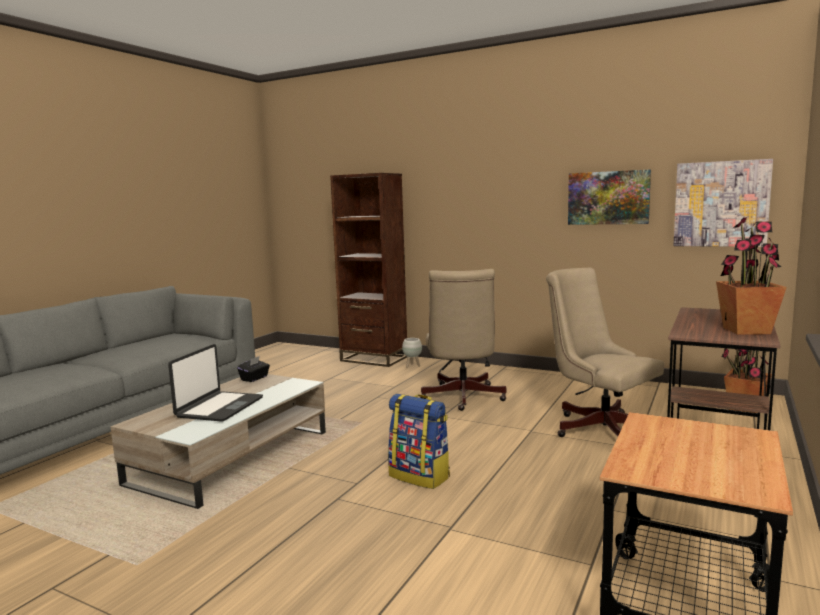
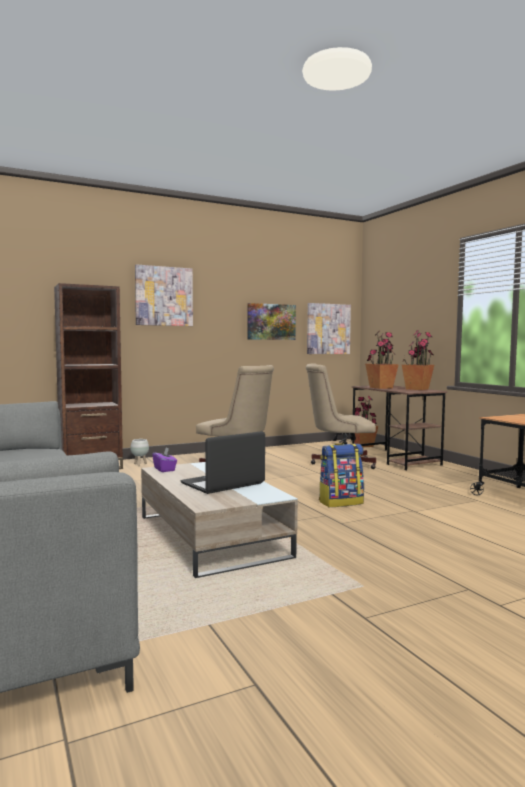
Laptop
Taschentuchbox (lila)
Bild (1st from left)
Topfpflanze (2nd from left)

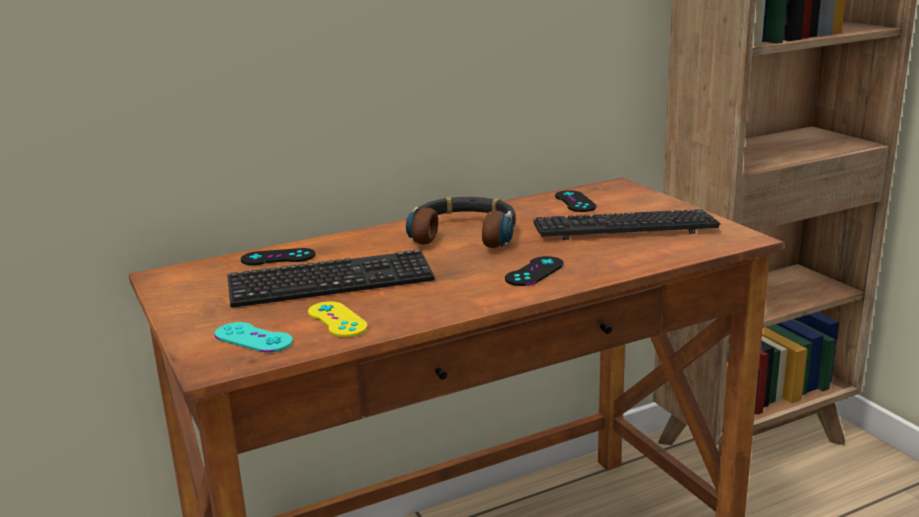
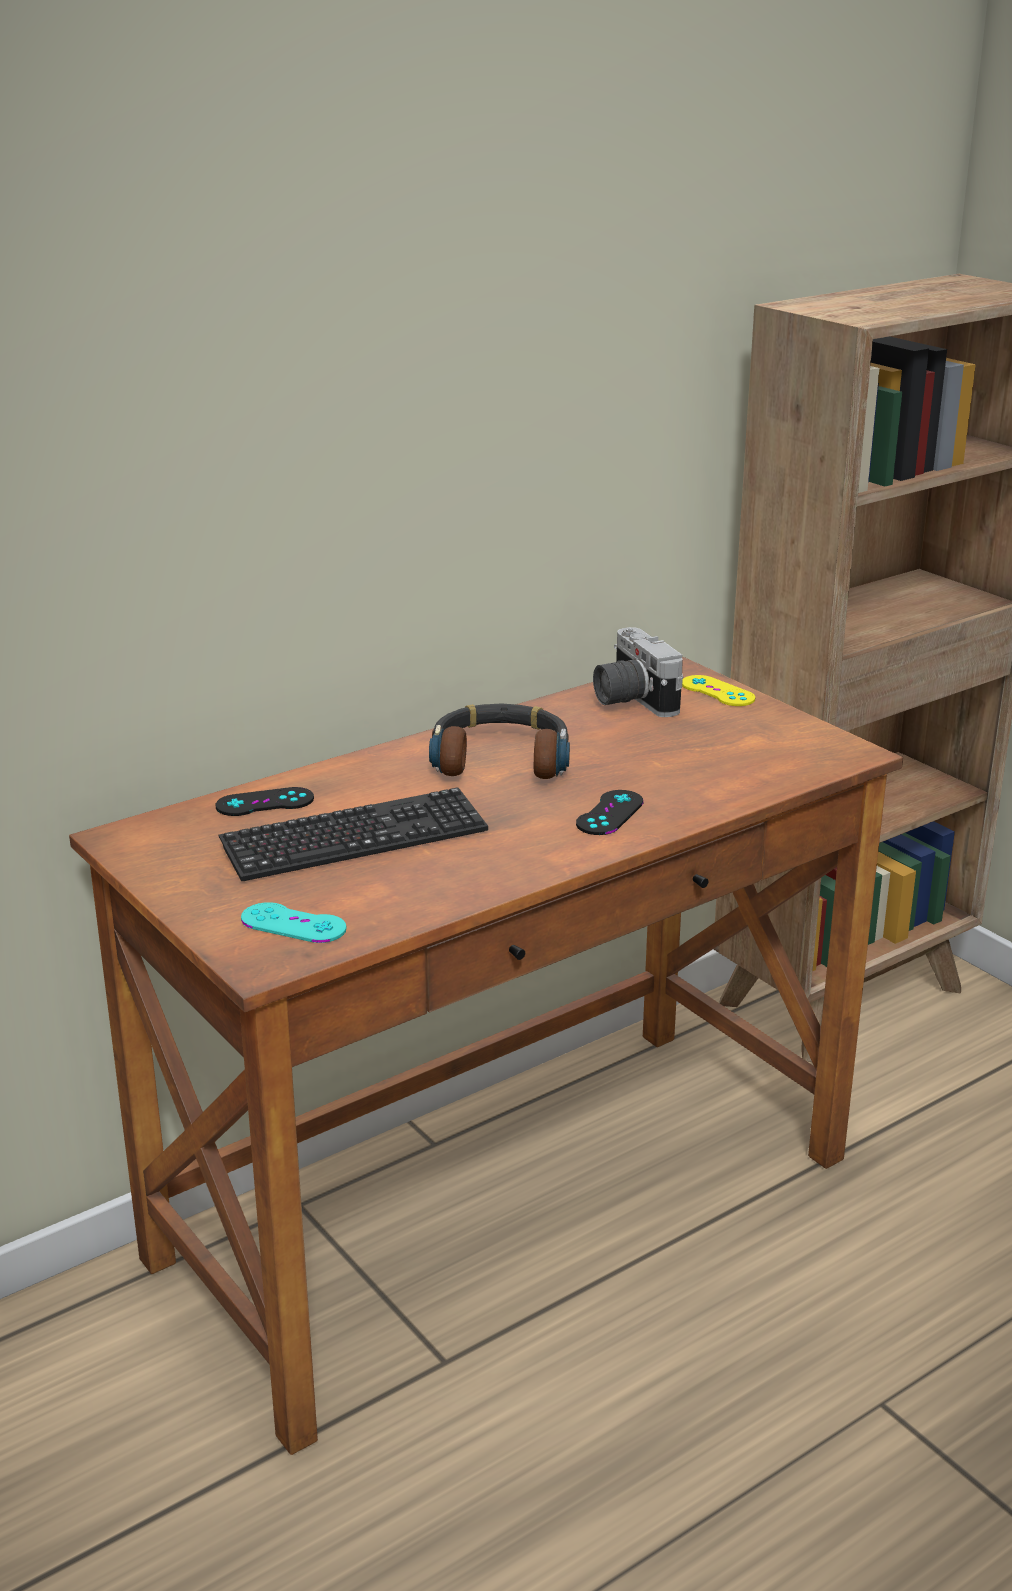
Gamepad (gelb)
Tastatur (2nd from left in the first image)
Kamera

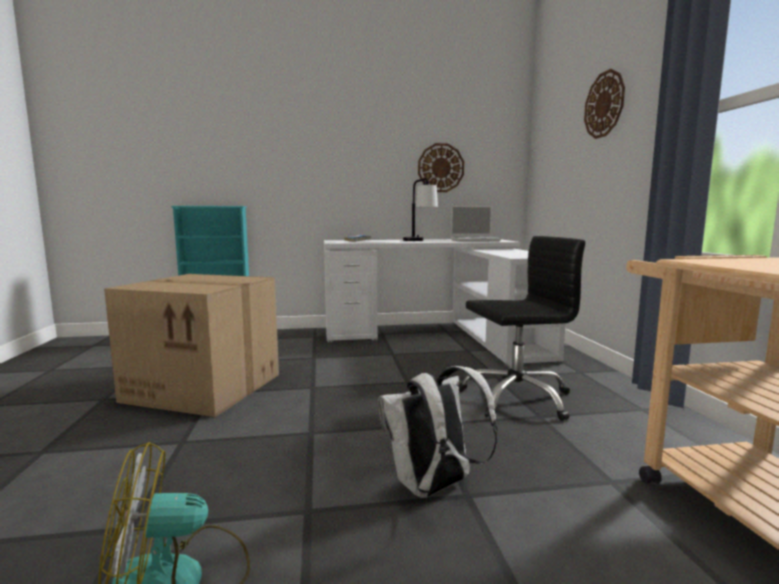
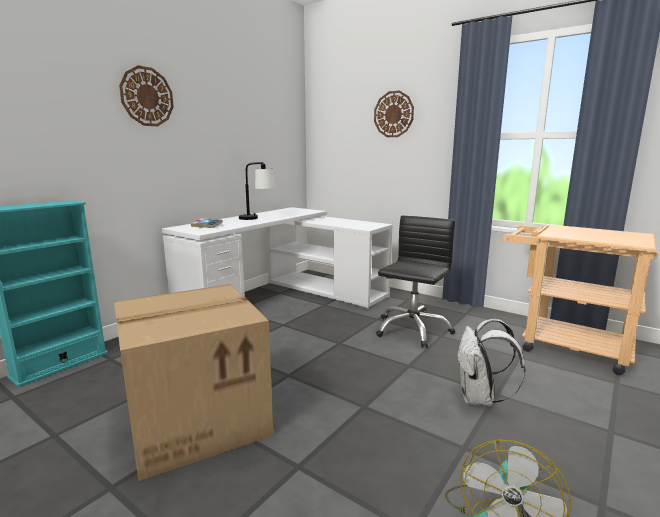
Wanduhr (1st from left)
Laptop

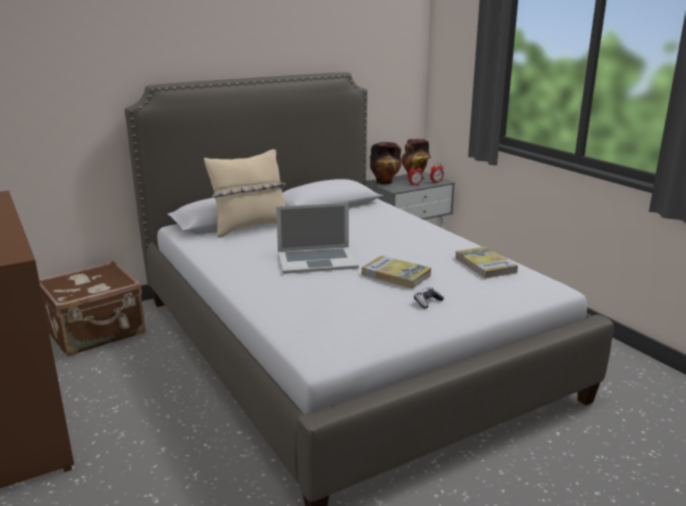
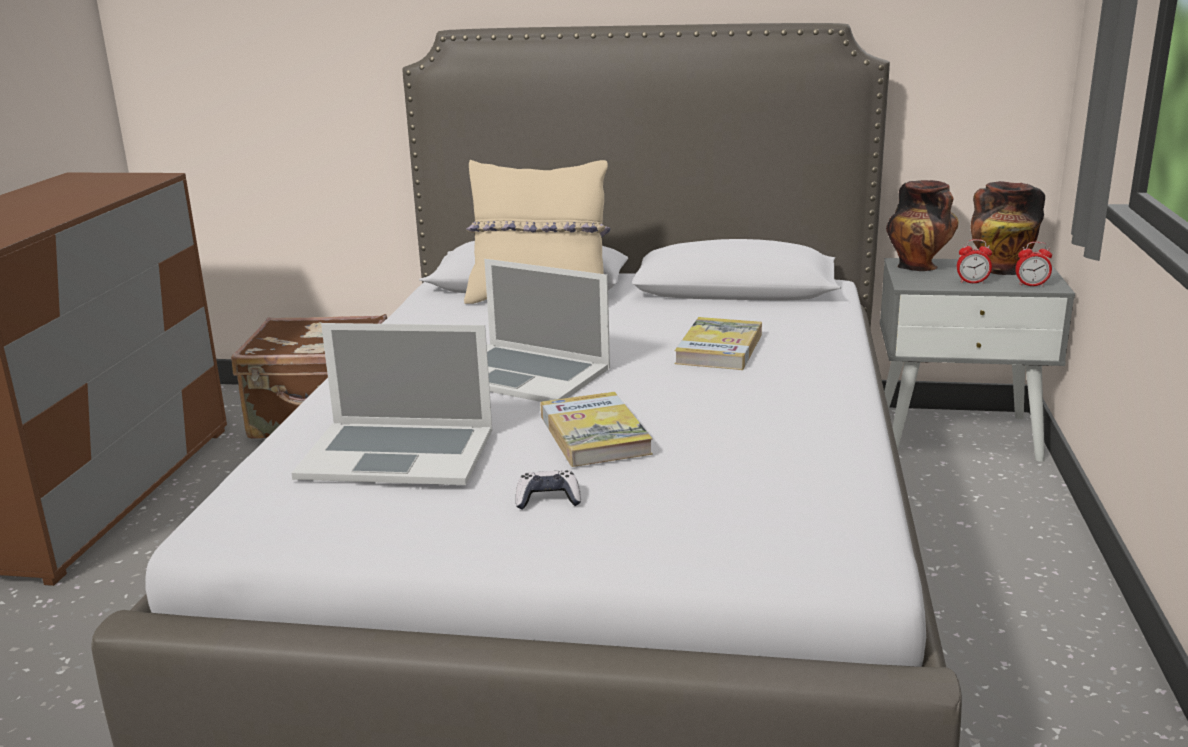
Buch (2nd from left)
Laptop (1st from left)

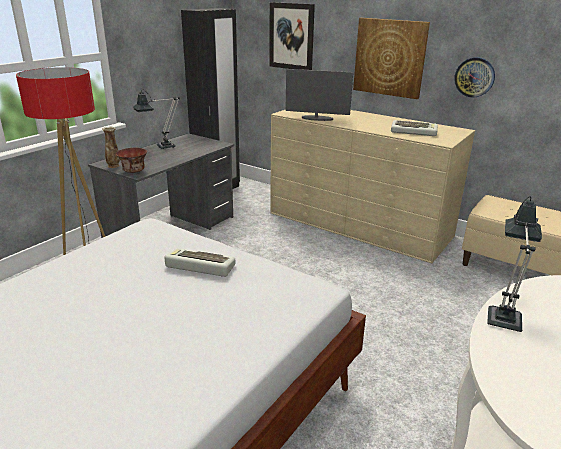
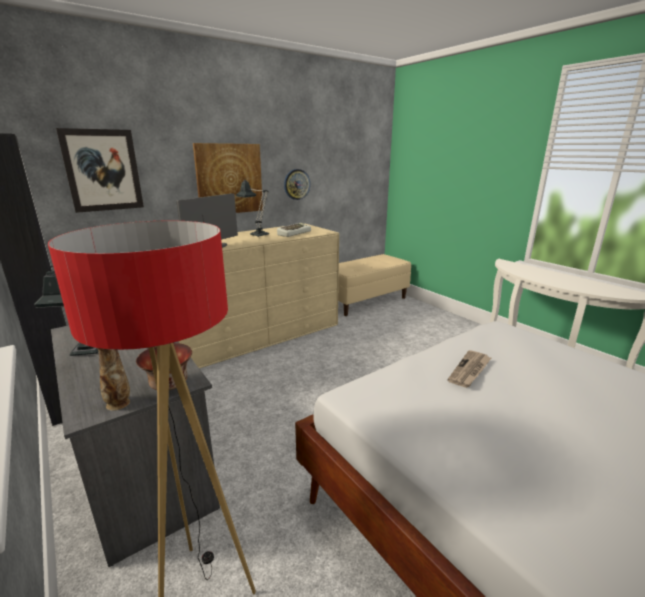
Zeitung
Tischlampe (2nd from left)

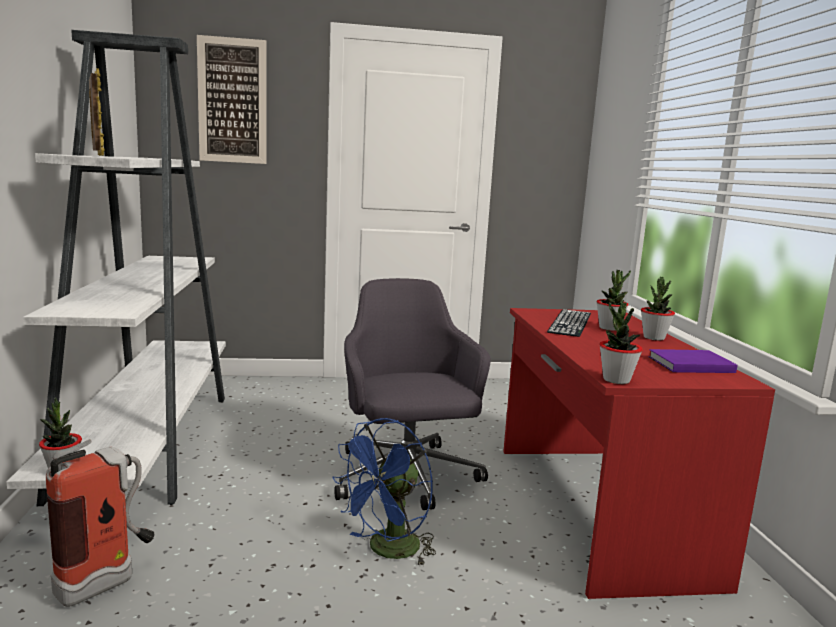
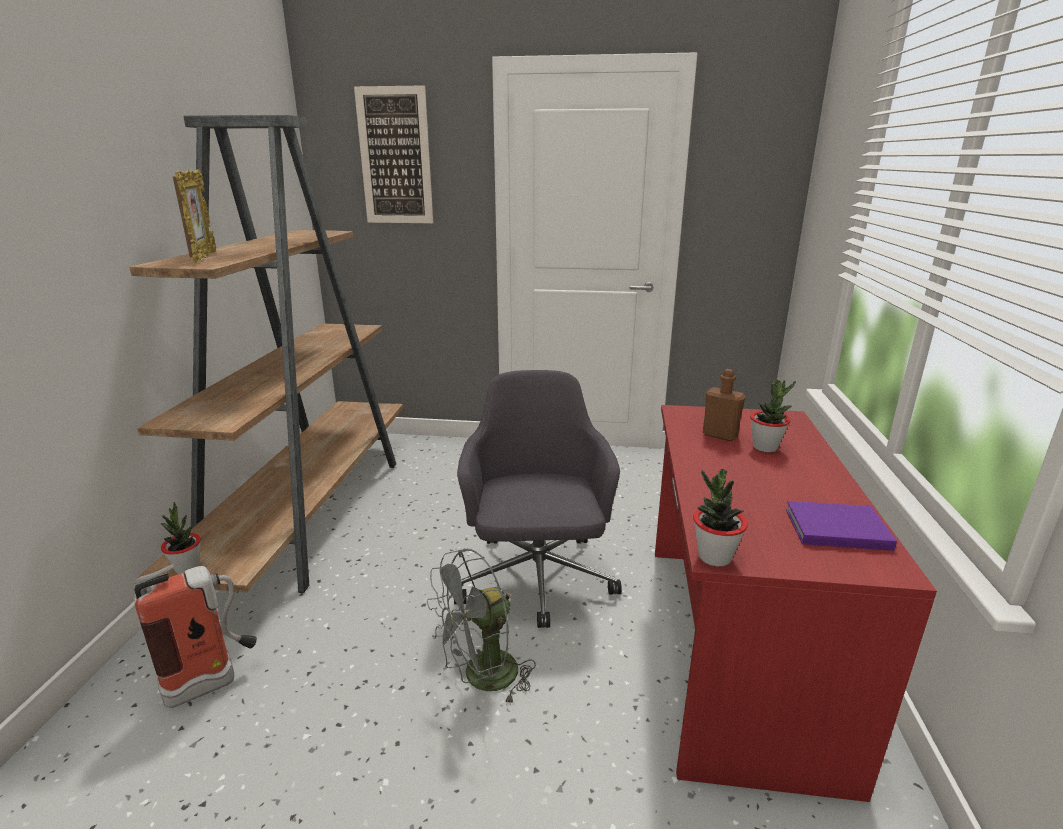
Bücherregal (braun)
Ventilator (grau)
Flasche (braun)
Topfpflanze (4th from left in the first image)

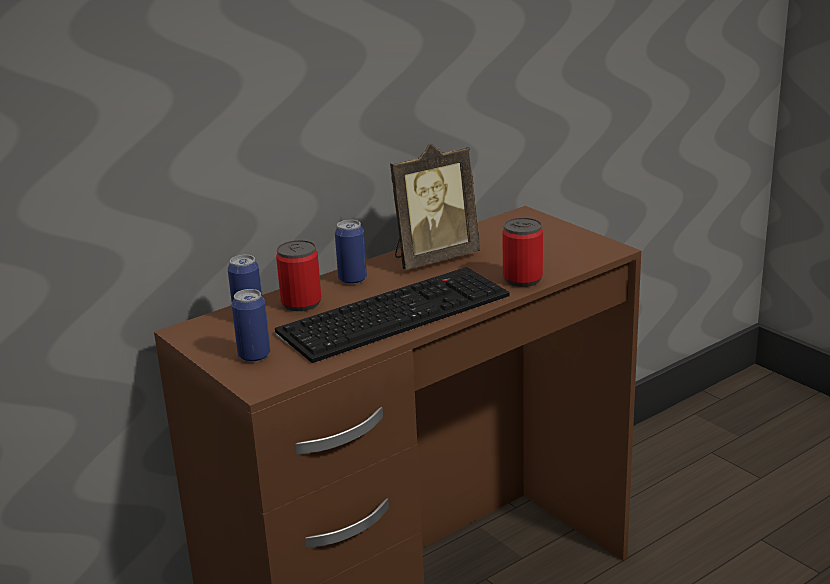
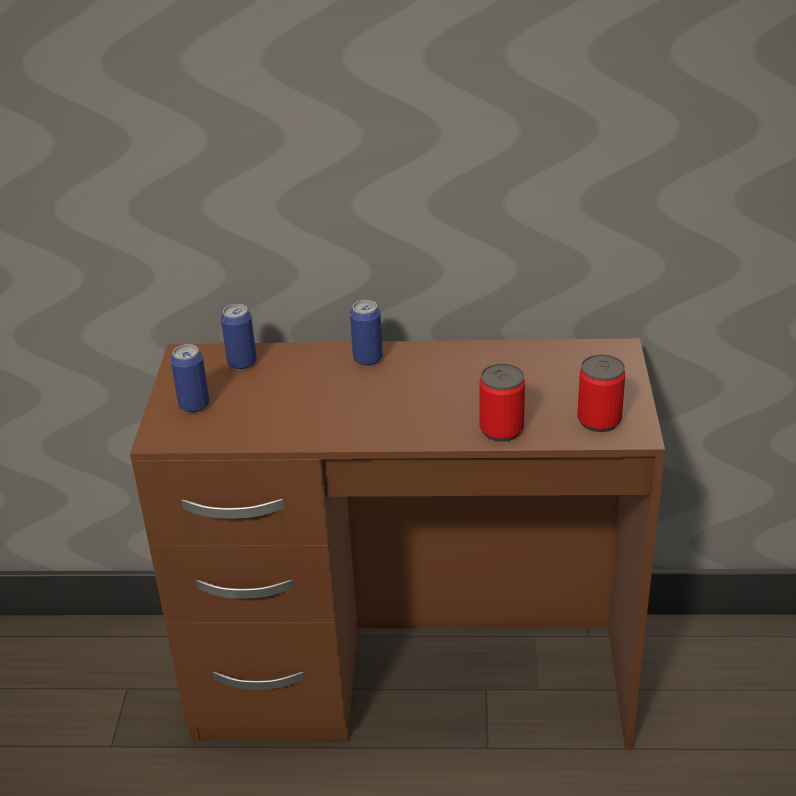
Tastatur
Dose (5th from left)
Bilderrahmen

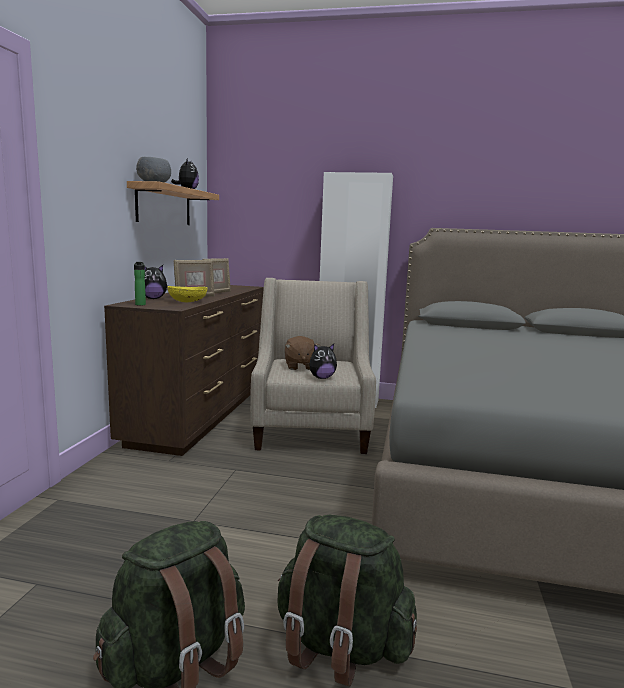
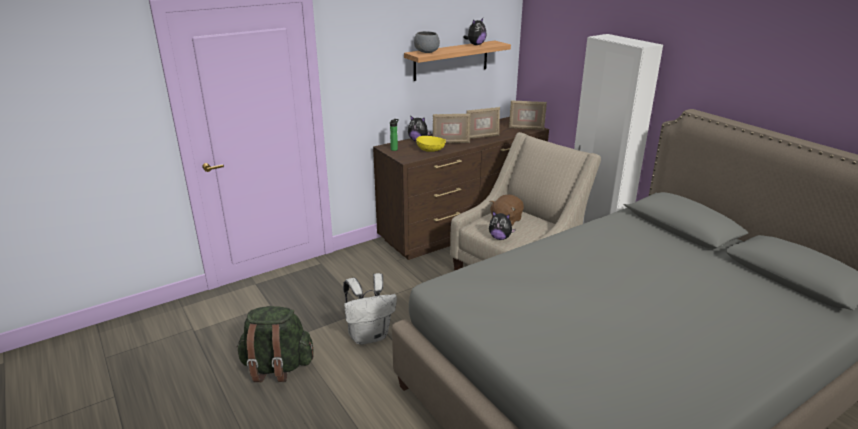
Rucksack (grün) (2nd from left in the first image)
Rucksack (weiß)
Bilderrahmen (3rd from left)

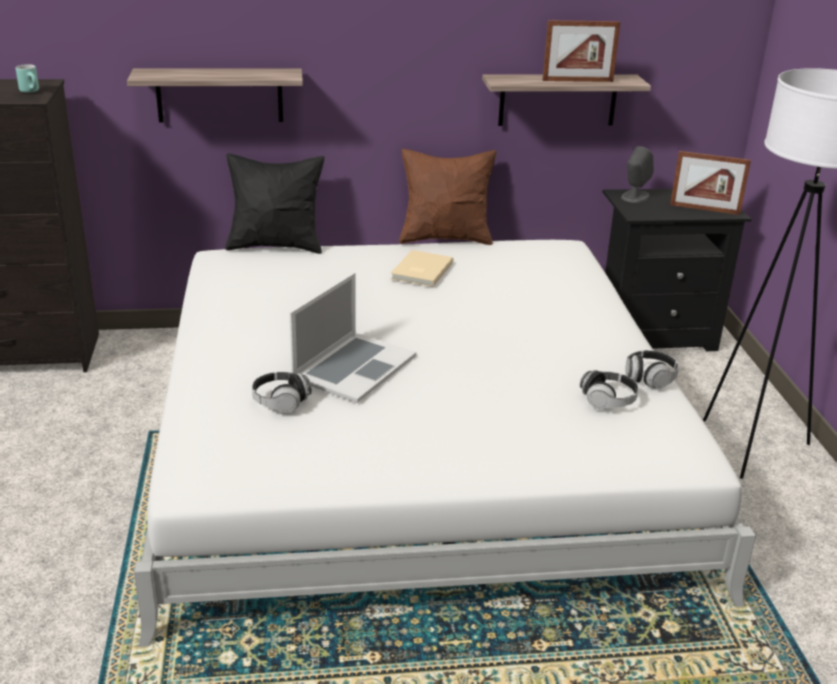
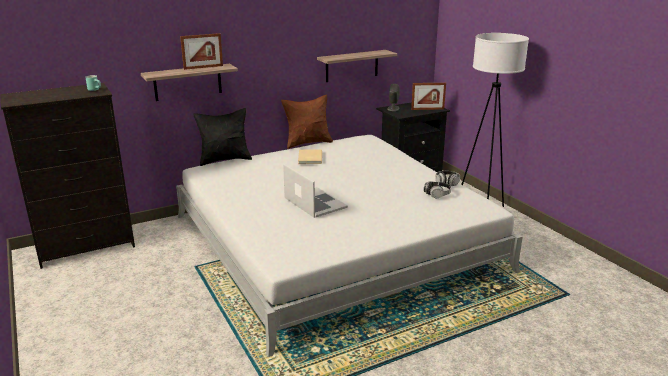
Kopfhörer (1st from left in the first image)
Laptop
Bilderrahmen (1st from left)

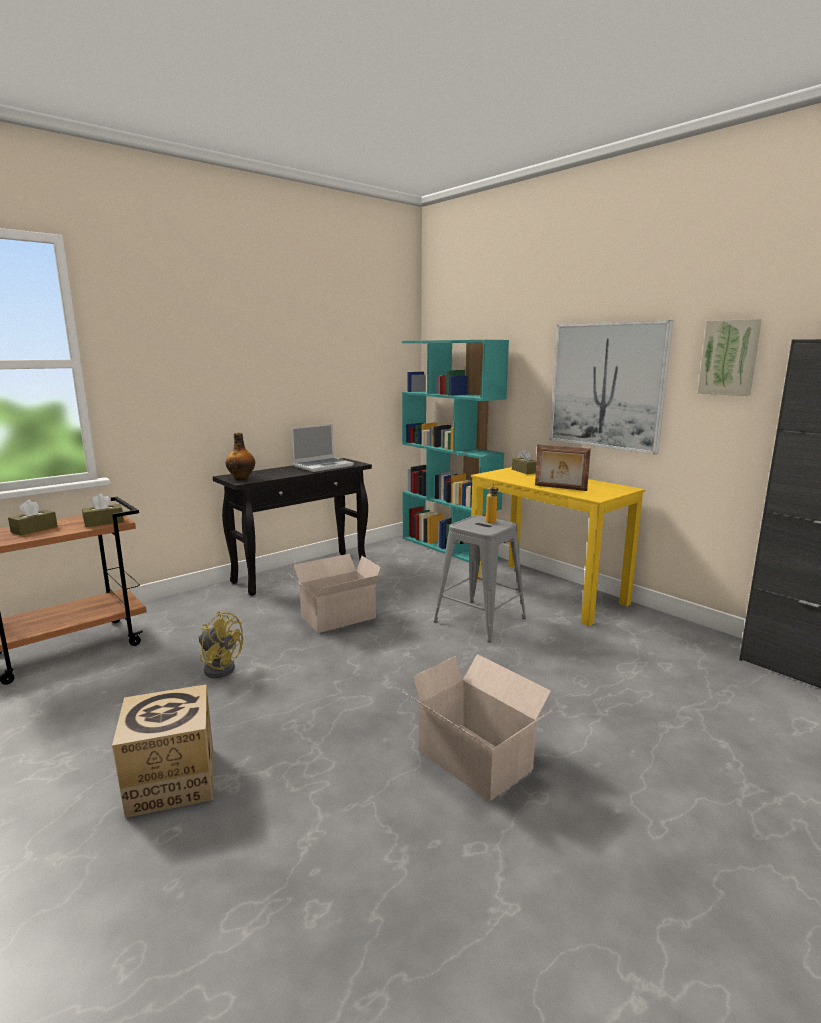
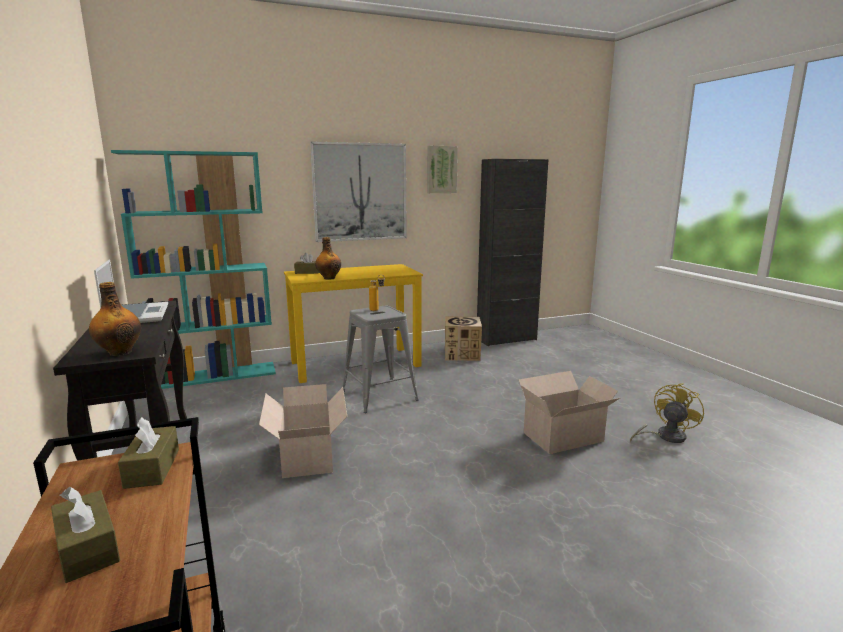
Karton (2nd from left)
Ventilator (gelb)
Bilderrahmen
Flasche (2nd from left)

